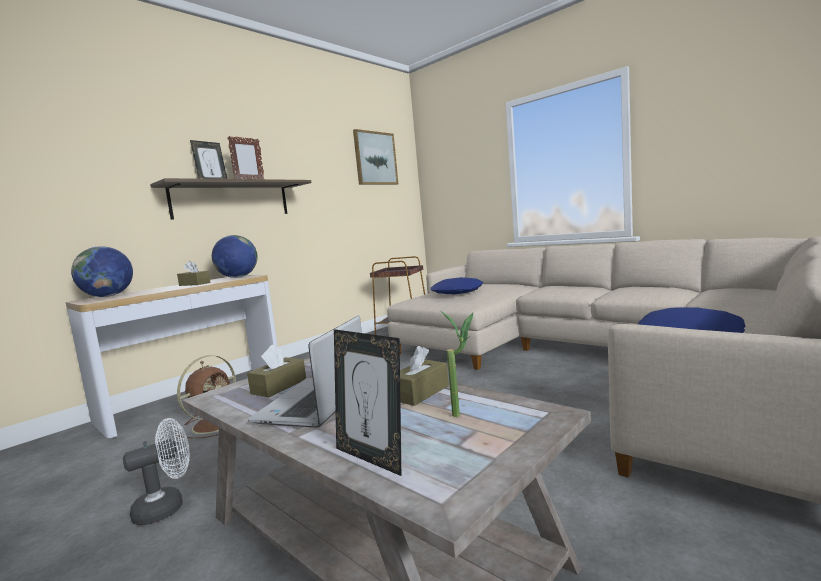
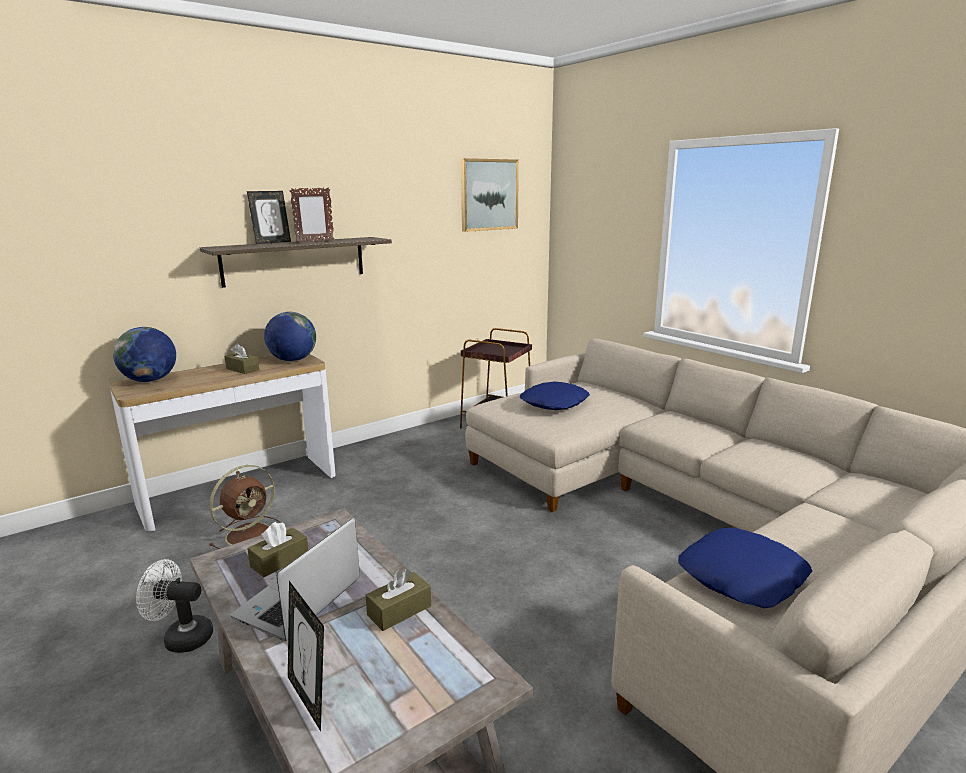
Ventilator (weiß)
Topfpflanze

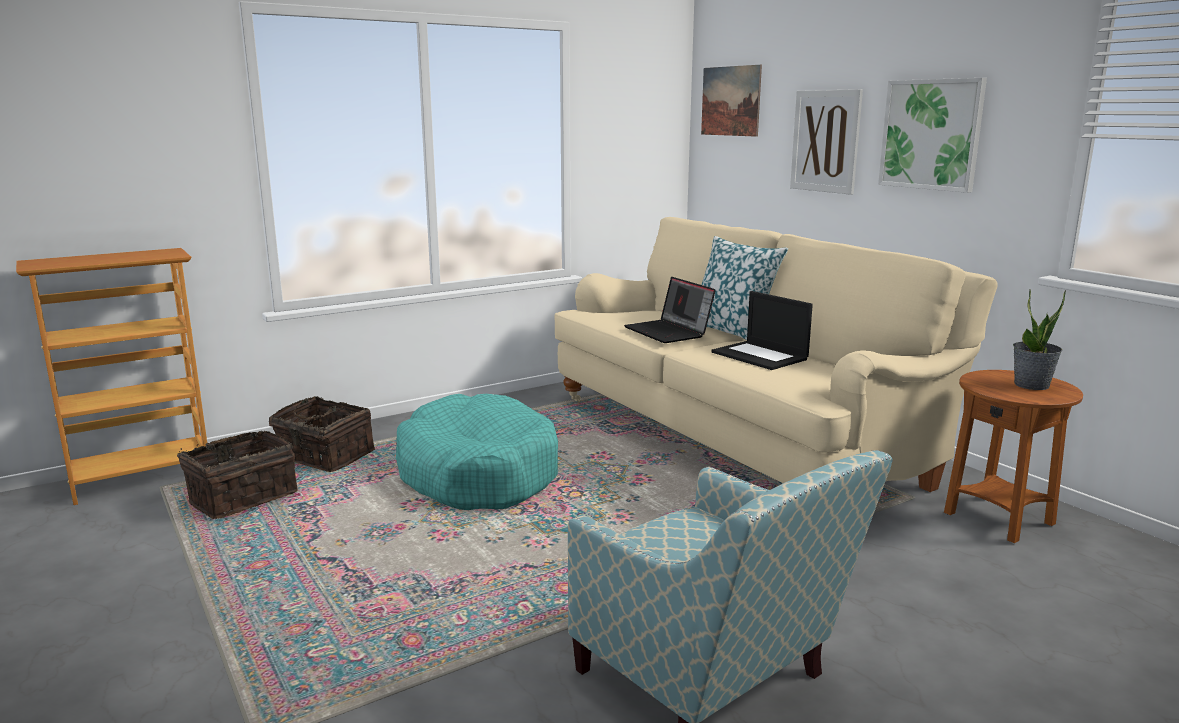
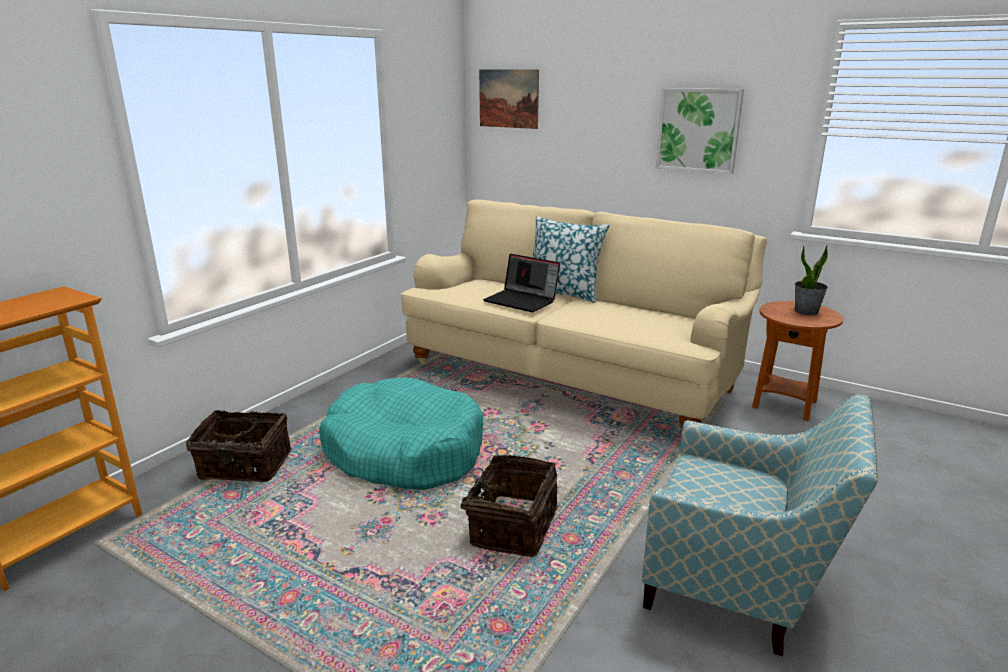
Korb (2nd from left)
Laptop (2nd from left in the first image)
Bild (2nd from left in the first image)

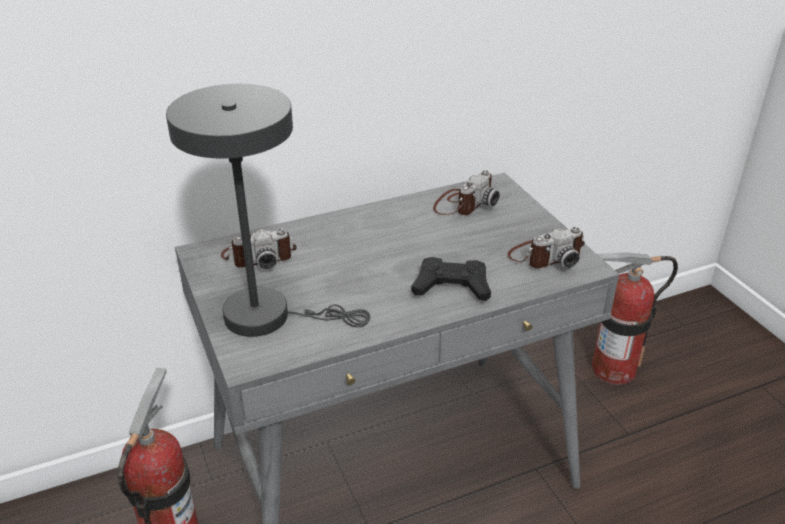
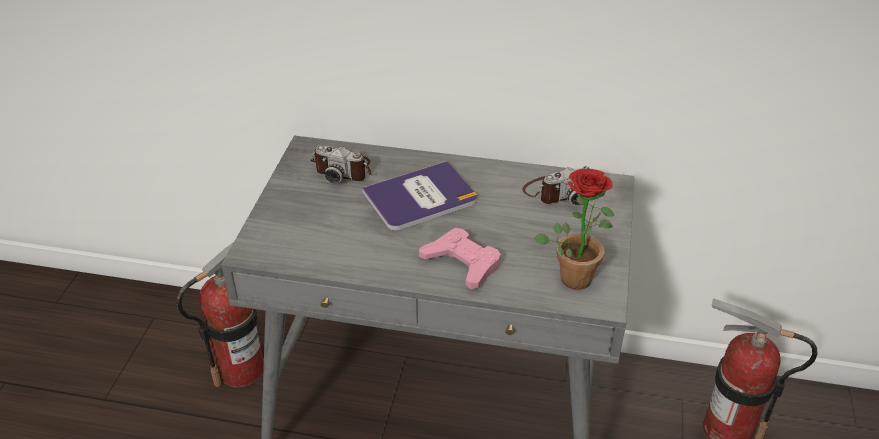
Tischlampe (grau)
Gamepad (rosa)
Topfpflanze
Buch

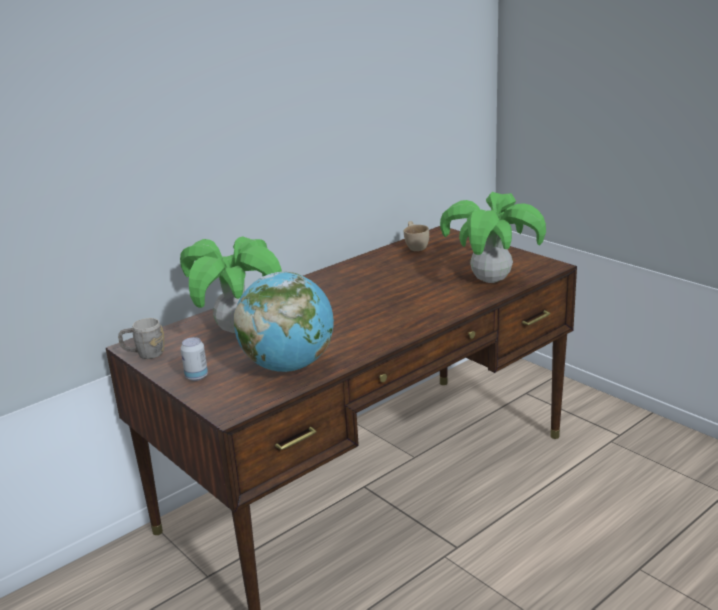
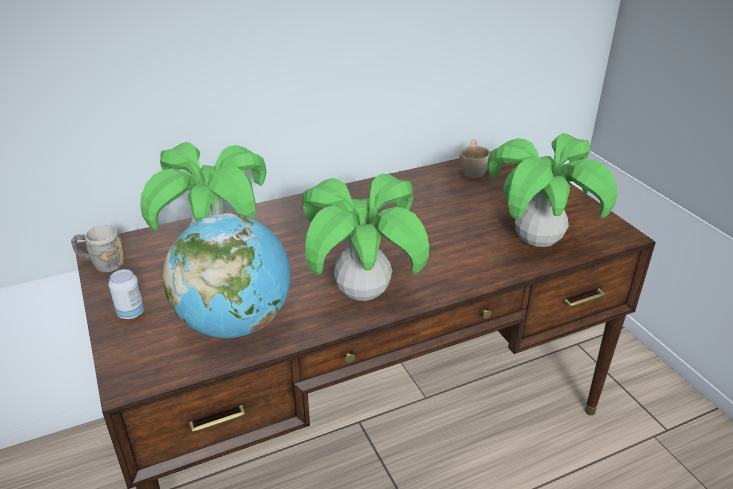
Topfpflanze (2nd from left)

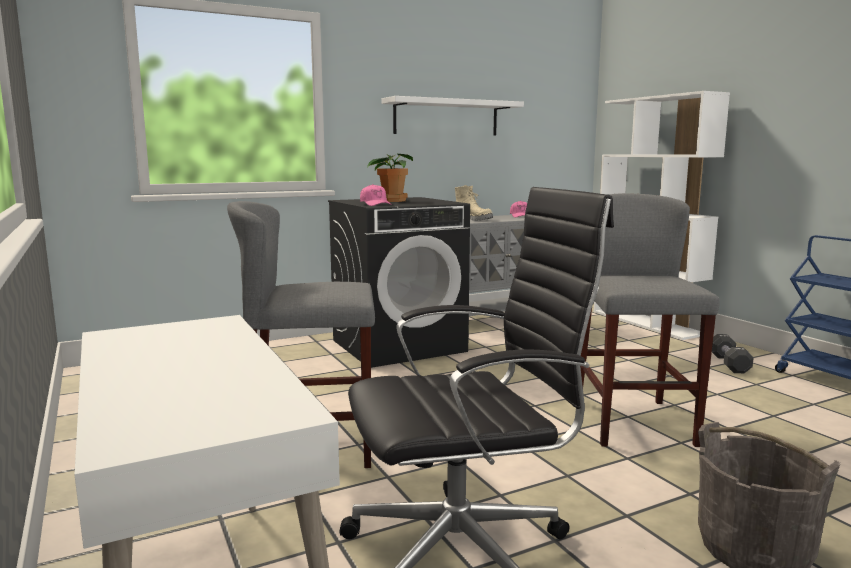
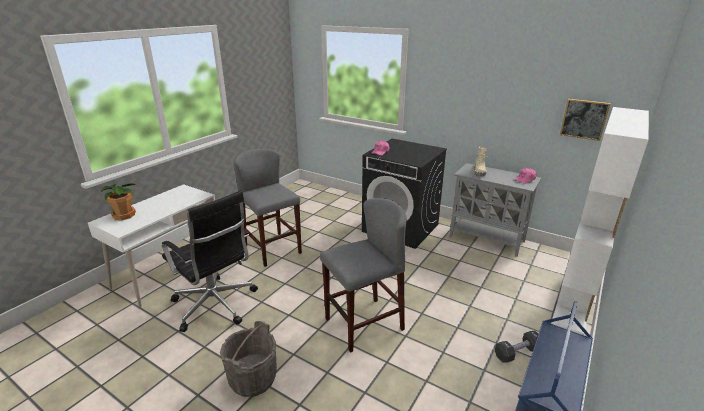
Topfpflanze
Wandregal (weiß)
Bild

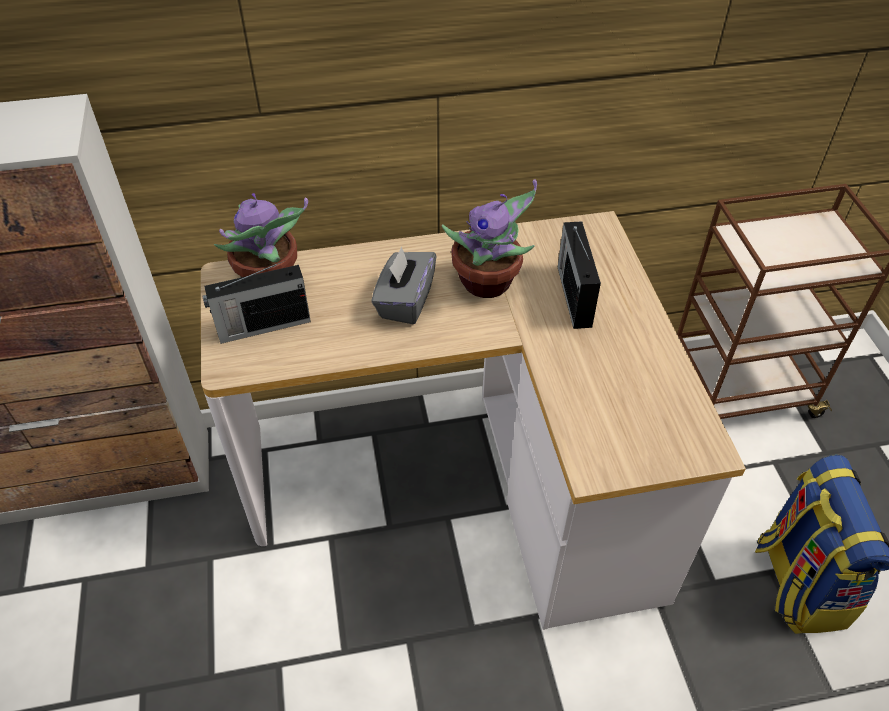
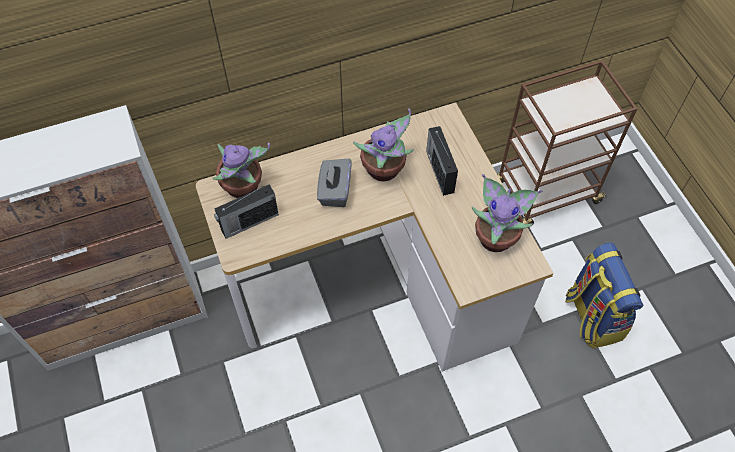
Topfpflanze (3rd from left)

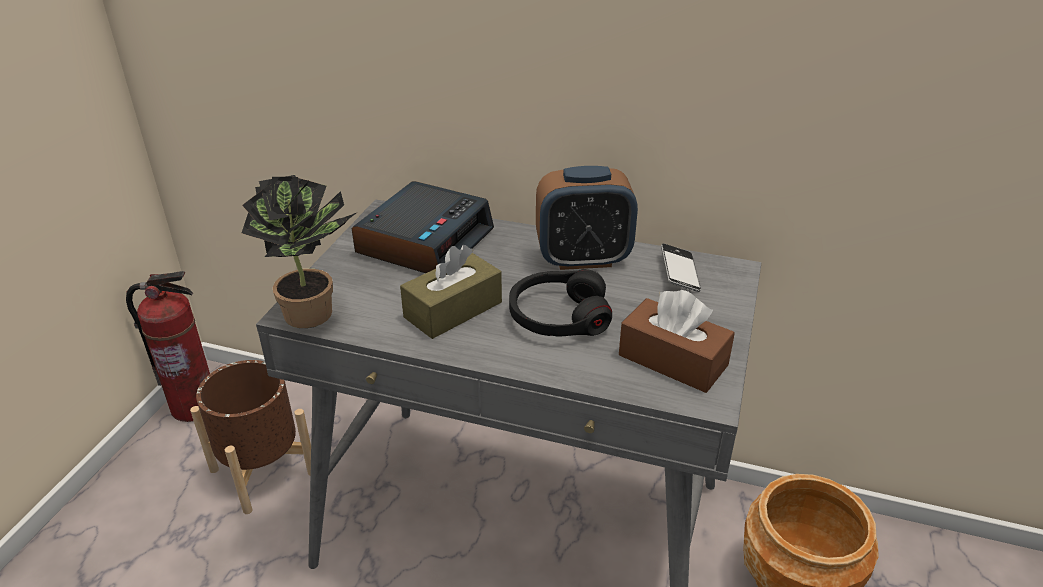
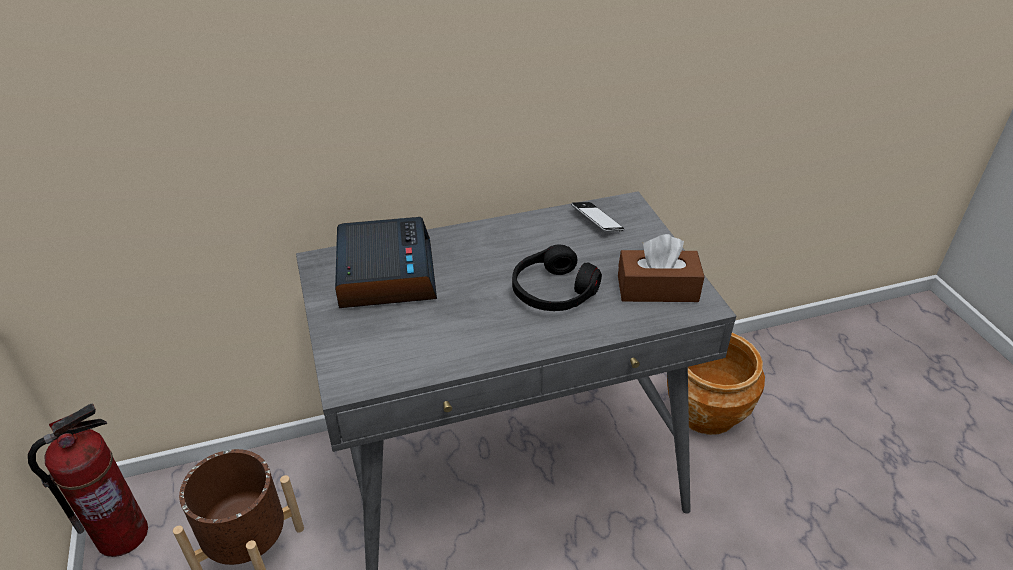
Topfpflanze
Taschentuchbox (braun) (1st from left in the first image)
Wecker (2nd from left in the first image)

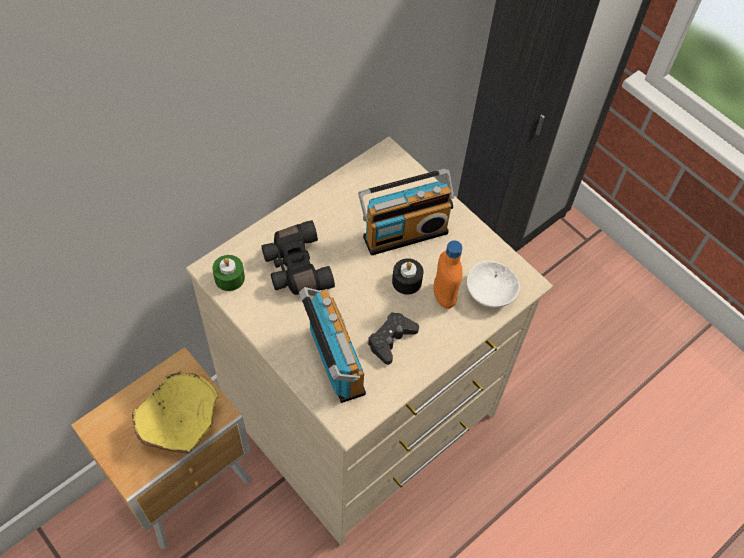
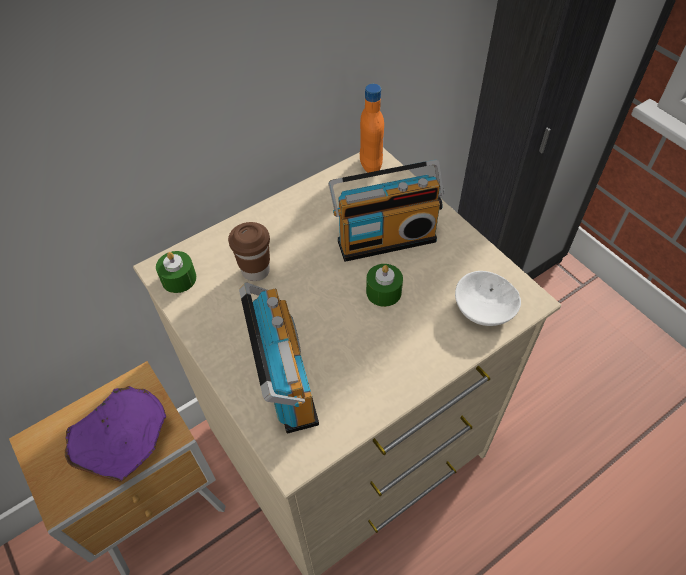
Schüssel (lila)
Tasse (braun)
Gamepad (schwarz)
Kerze (grün) (2nd from left)
Flasche (orange)

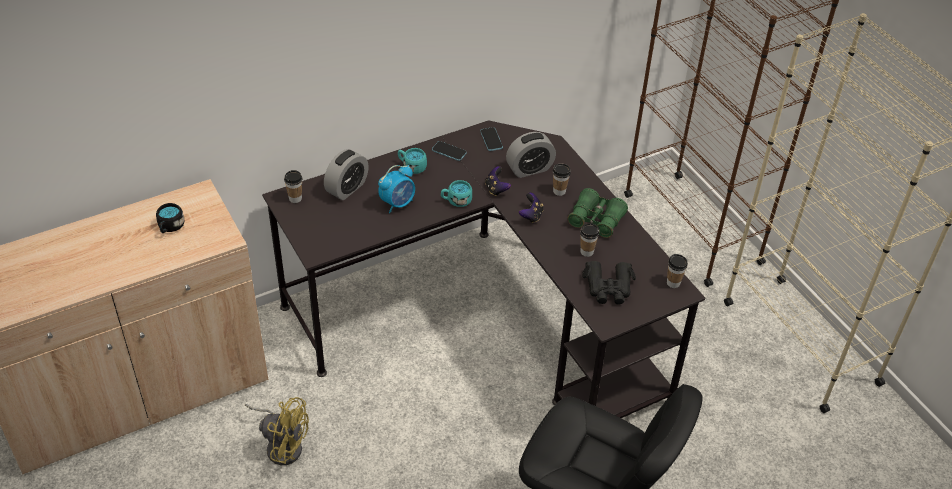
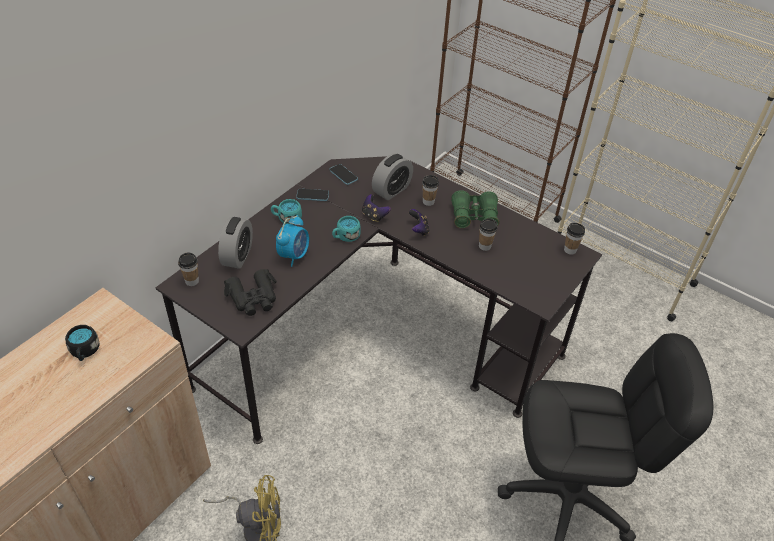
Fernglas (schwarz)

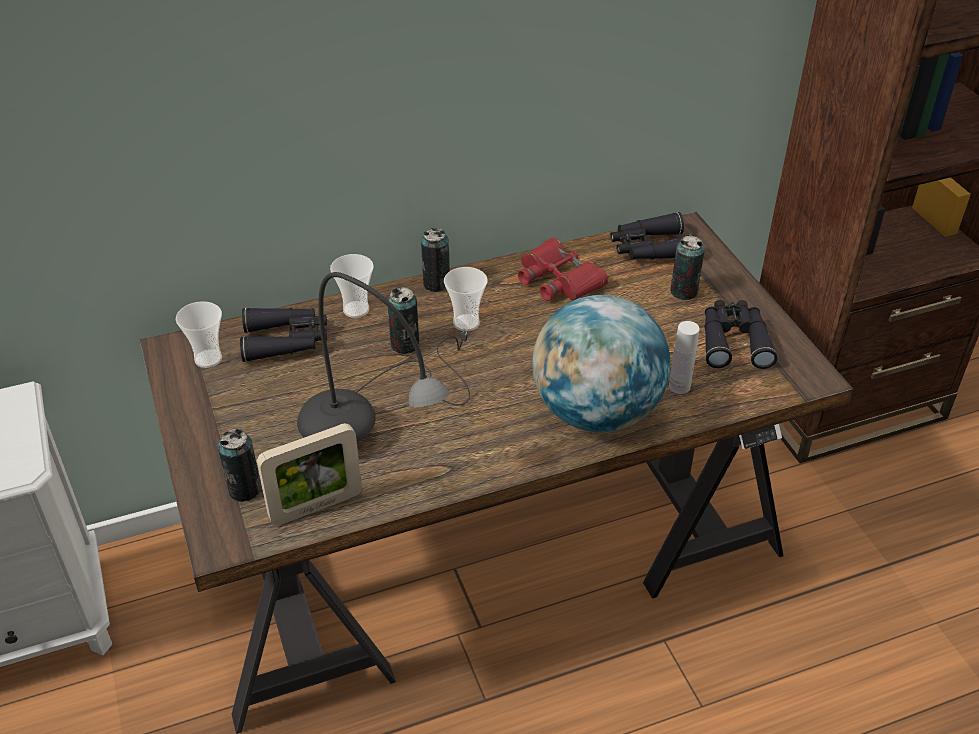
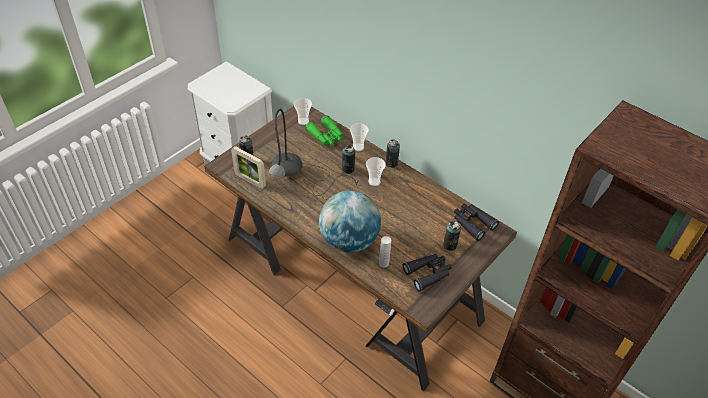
Fernglas (grün)
Fernglas (rot)

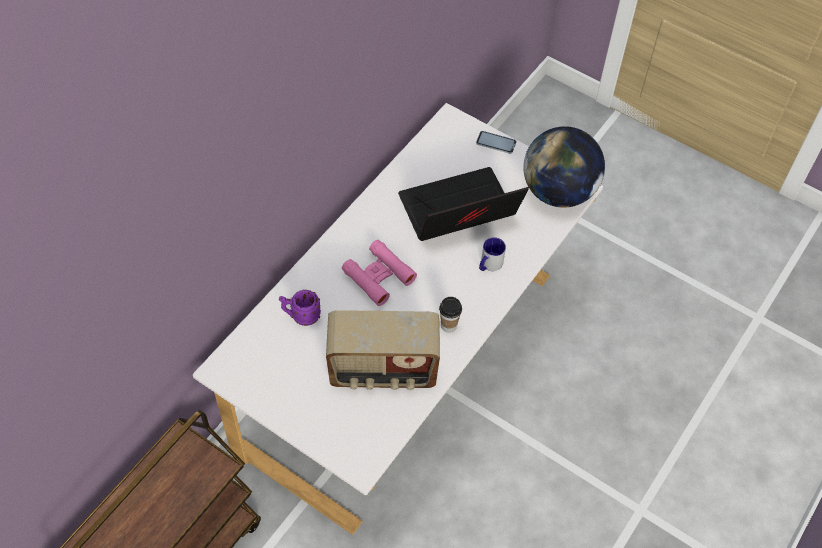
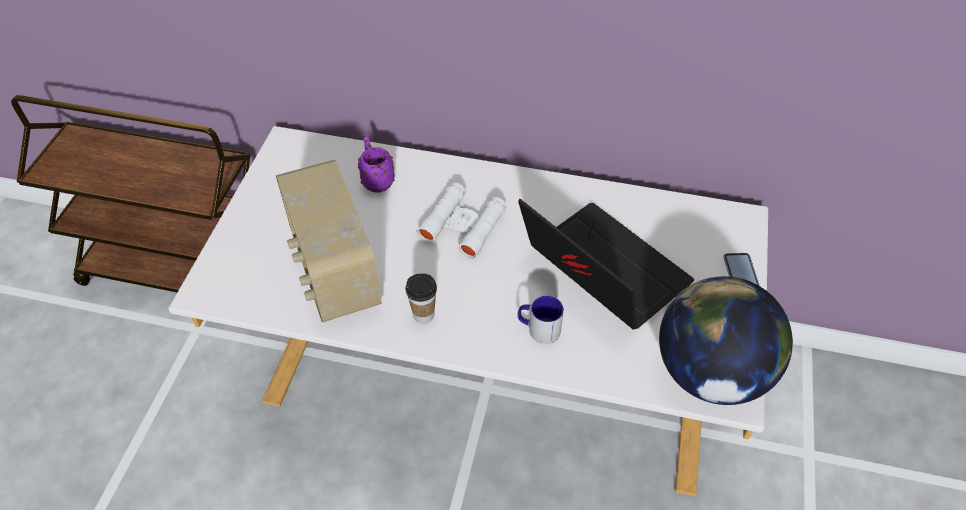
Fernglas (weiß)

